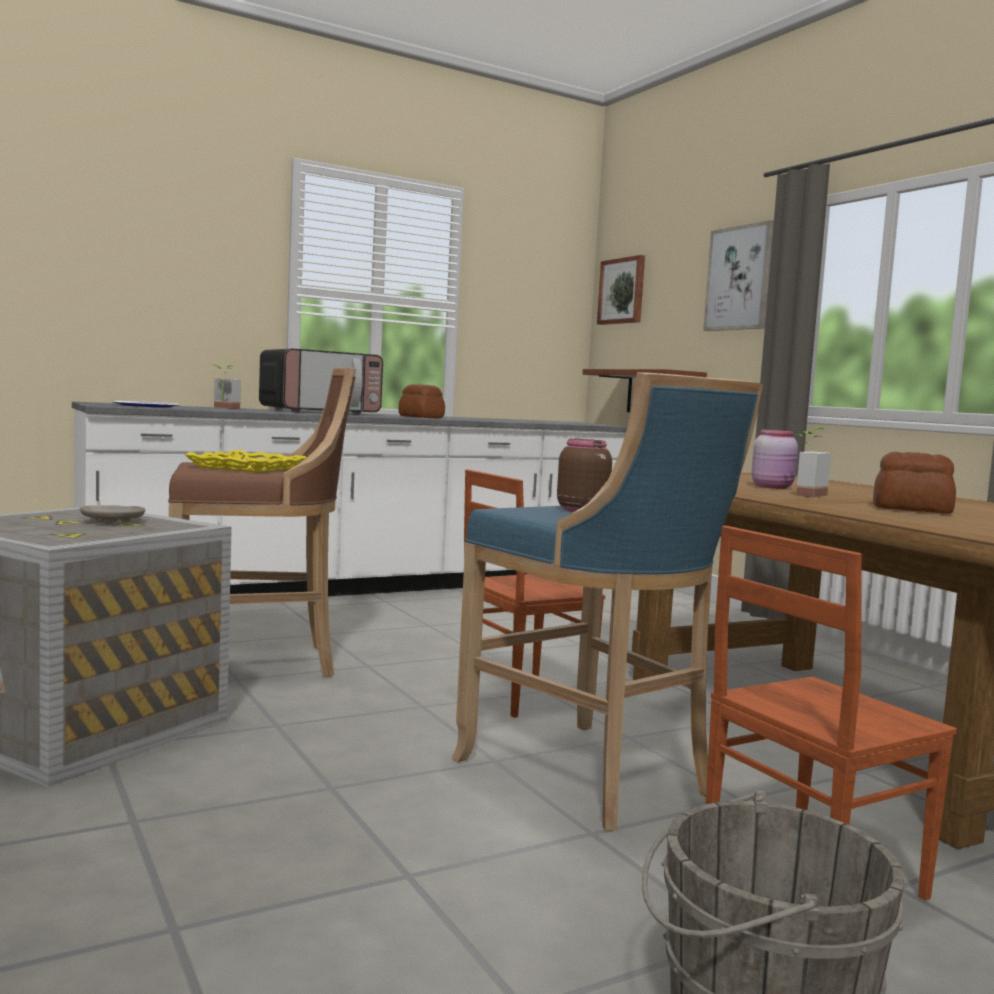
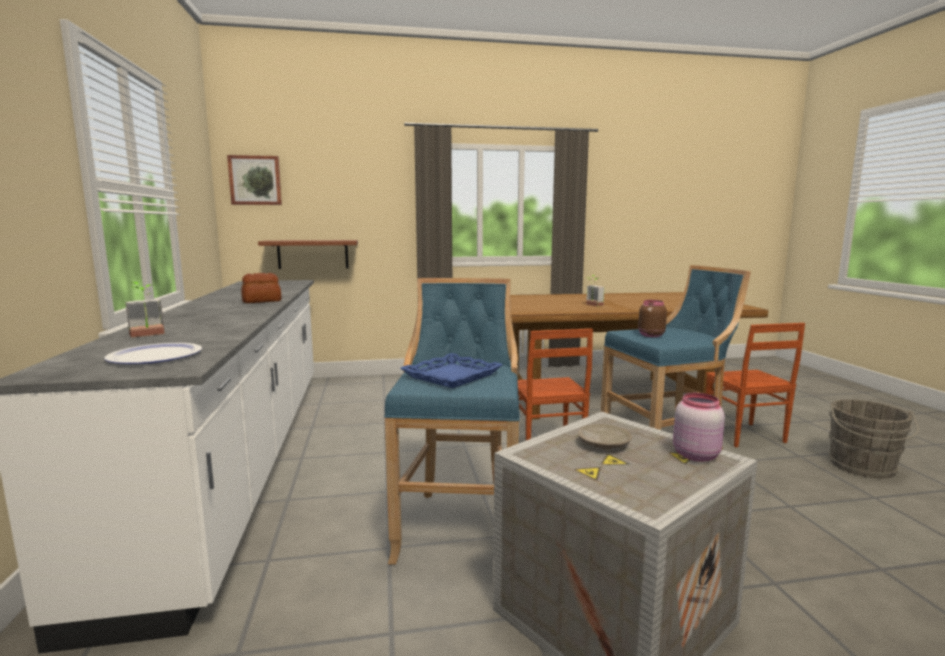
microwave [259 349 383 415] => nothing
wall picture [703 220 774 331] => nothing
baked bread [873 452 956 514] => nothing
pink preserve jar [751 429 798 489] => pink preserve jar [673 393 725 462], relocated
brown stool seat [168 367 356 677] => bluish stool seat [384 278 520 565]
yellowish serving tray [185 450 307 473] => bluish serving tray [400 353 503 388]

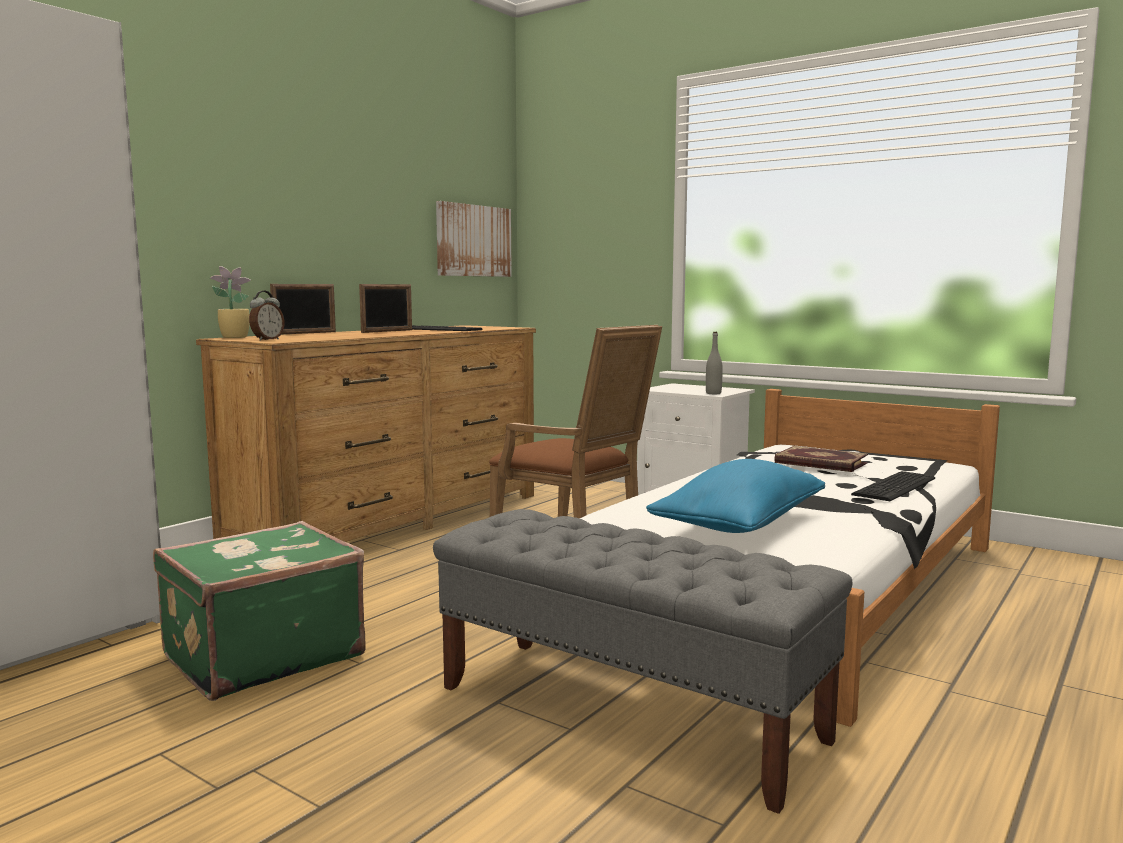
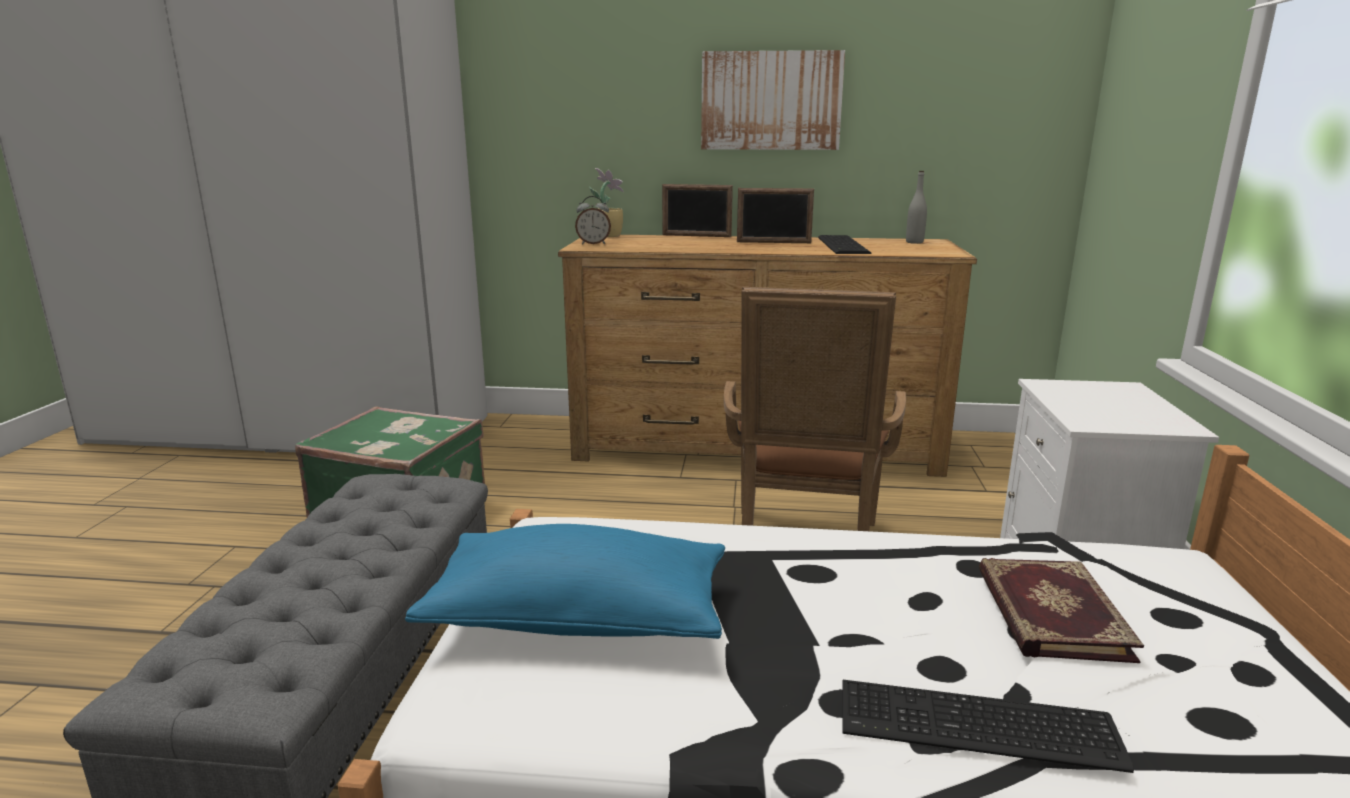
wall picture [436 201 512 277] => wall picture [701 50 845 150], relocated
gray bottle [706 332 723 394] => gray bottle [906 171 927 244], relocated

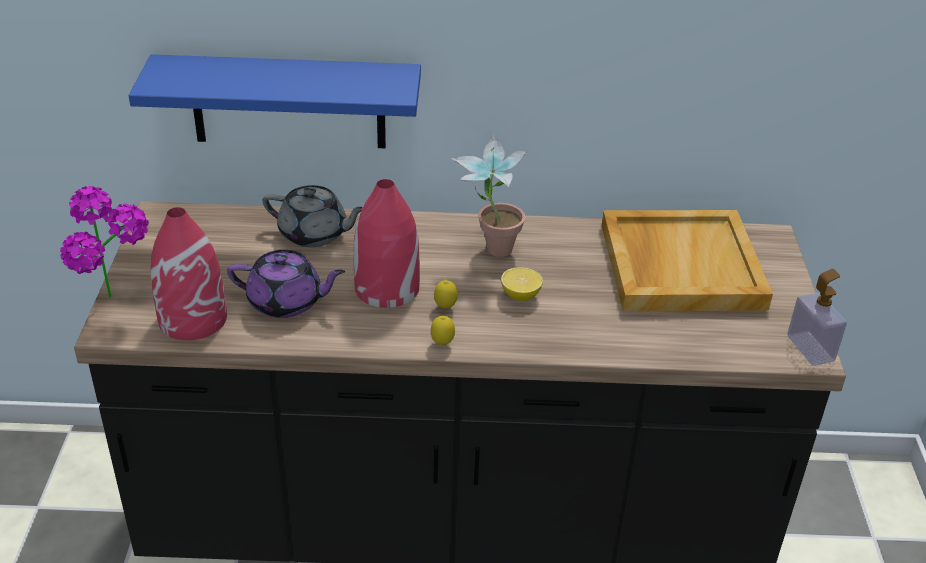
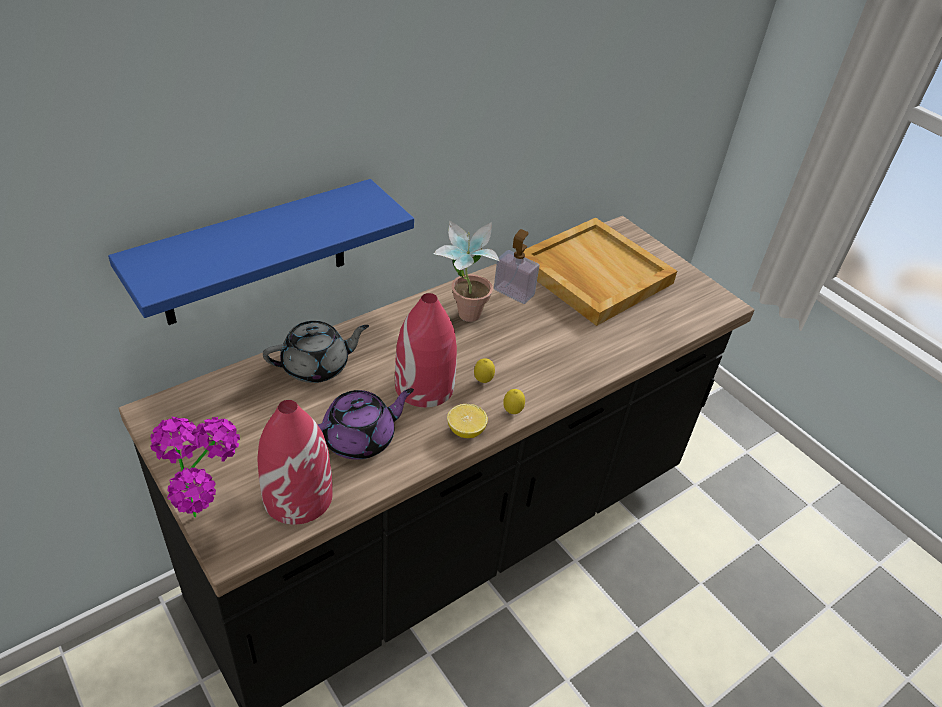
citrus fruit [501 267 543 301] => citrus fruit [447 404 488 438], relocated
soap dispenser [787 269 847 366] => soap dispenser [494 229 539 304], relocated

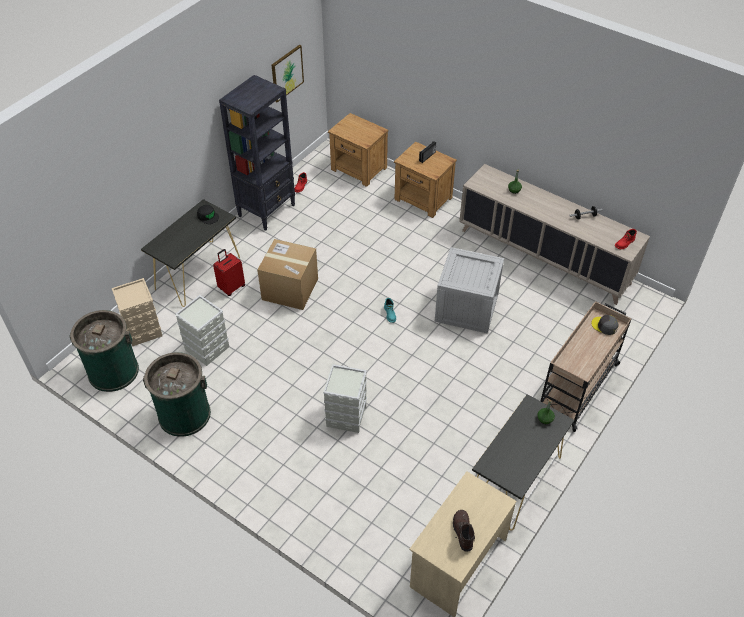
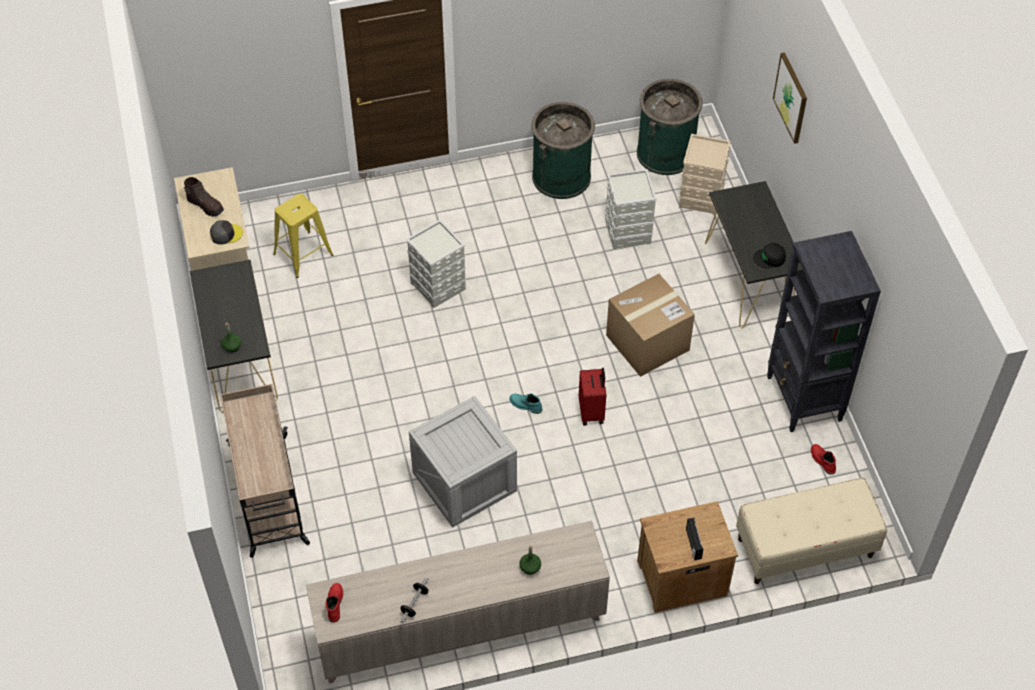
nothing => yellowish stool seat [273 194 334 278]
red travel case [213 249 245 296] => red travel case [579 368 606 426], relocated
wall picture [272 45 304 102] => wall picture [773 52 807 144], relocated
gray peaked cap [591 315 619 335] => gray peaked cap [210 220 243 245], relocated
brown nightstand [328 113 389 187] => beige bench [736 478 887 584]

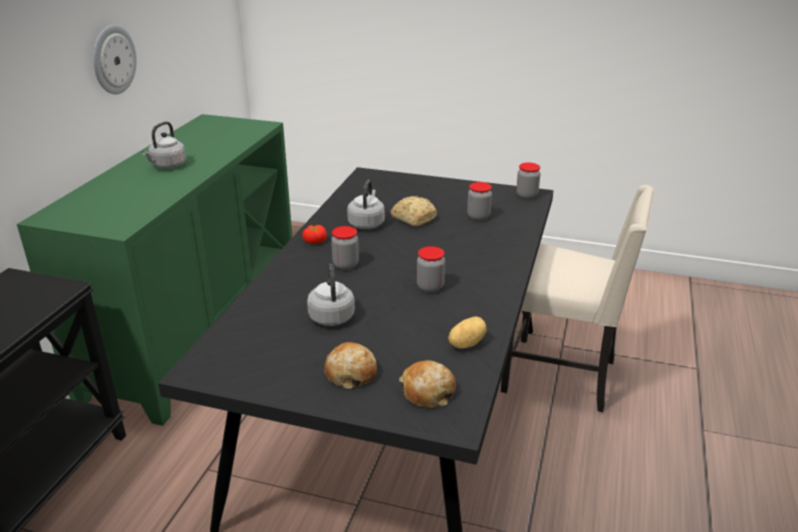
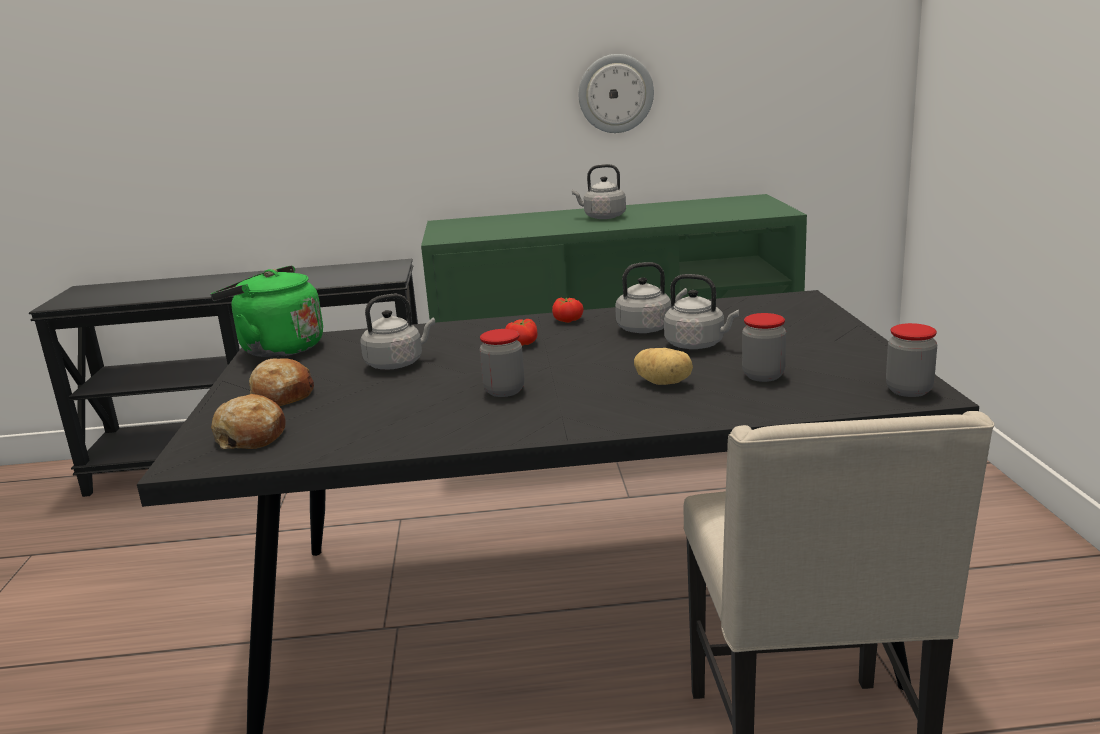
nothing => greenish water kettle [211 265 323 357]
whole potato [448 316 486 349] => whole potato [634 348 693 385], relocated
preserve jar [331 226 359 270] => whole tomato [505 319 538 346]
baked bread [391 196 437 227] => gray water kettle [664 274 739 349]

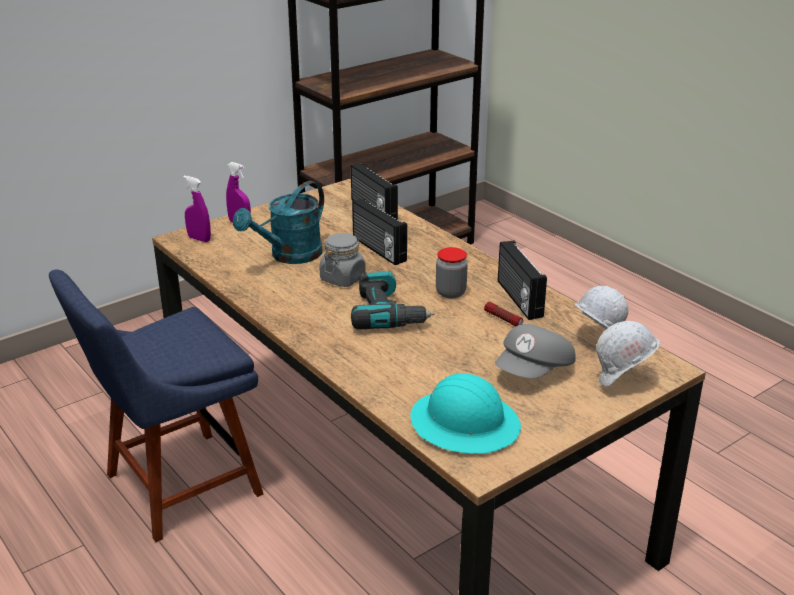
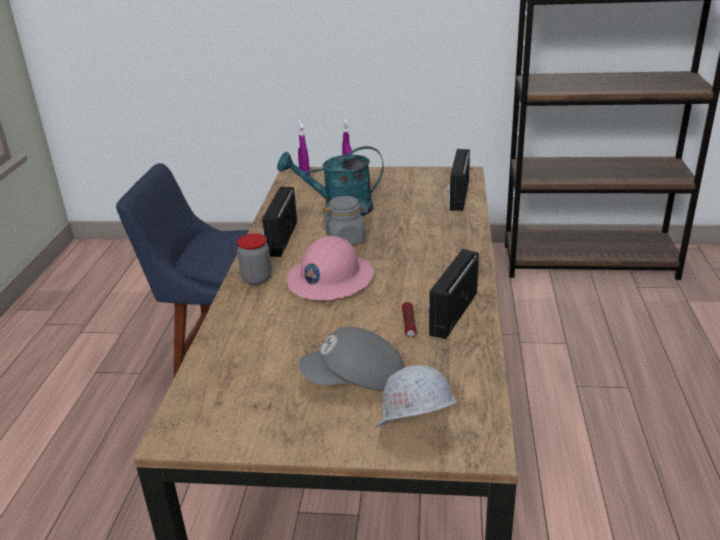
turquoise hard hat [410 373 521 454] => nothing
white hard hat [575 286 628 329] => nothing
radio set [352 198 407 265] => radio set [262 187 297 257], relocated
preserve jar [436 247 468 298] => preserve jar [237 233 272 285], relocated
electric drill [351 271 435 329] => pink hard hat [287 236 374 300]

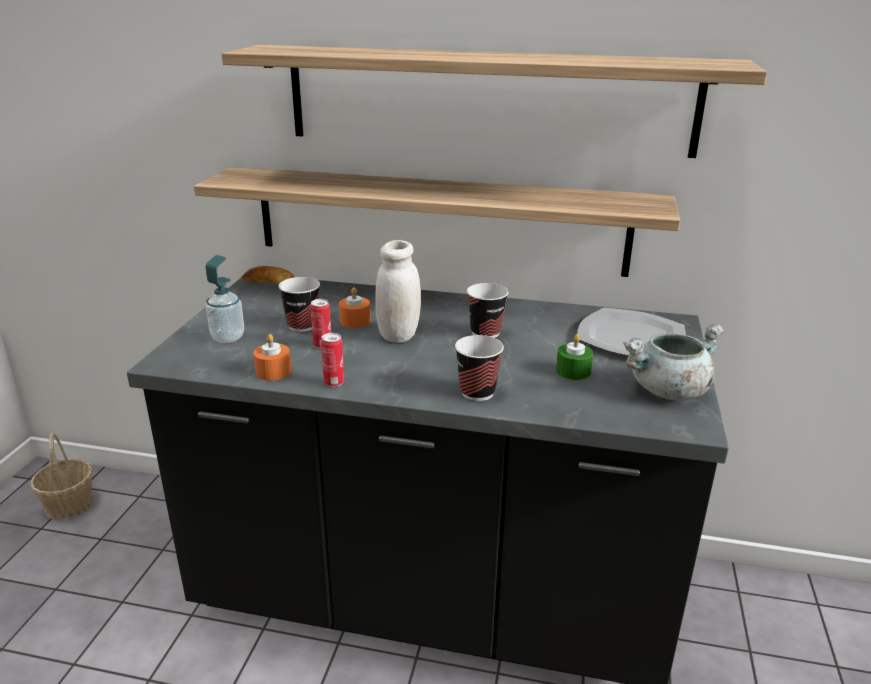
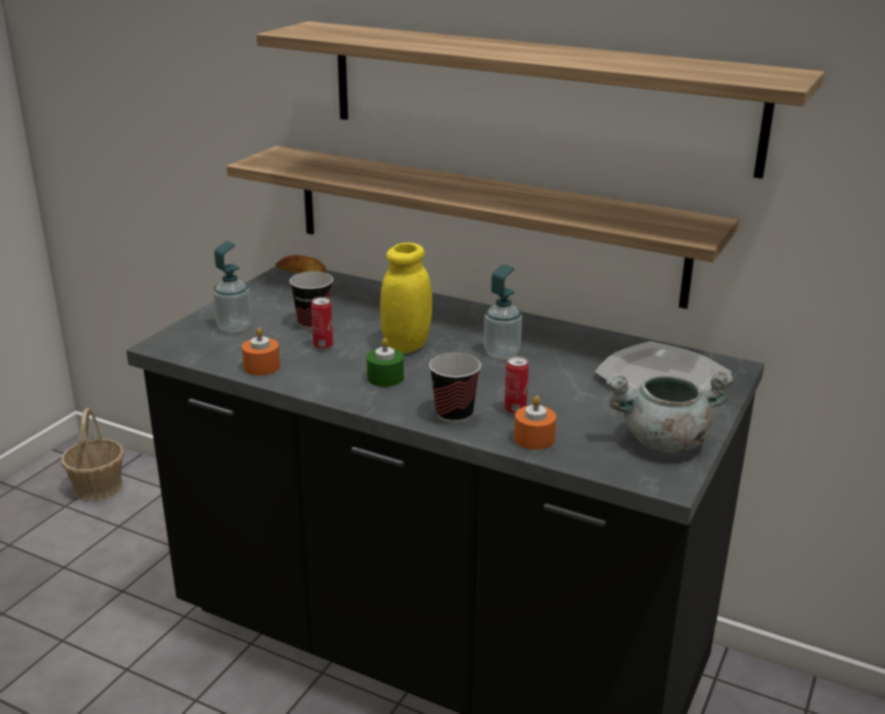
metal can [321 333 344 387] => metal can [504 356 529 415], relocated
orange candle [339 287 370 328] => orange candle [514 396 556 450], relocated
greenish candle [556 334 593 380] => greenish candle [367 338 404 387], relocated
drinking cup [467 283 509 338] => soap dispenser [484 264 522 359]
white preserve jar [375 240 421 343] => yellowish preserve jar [380 243 432 353]

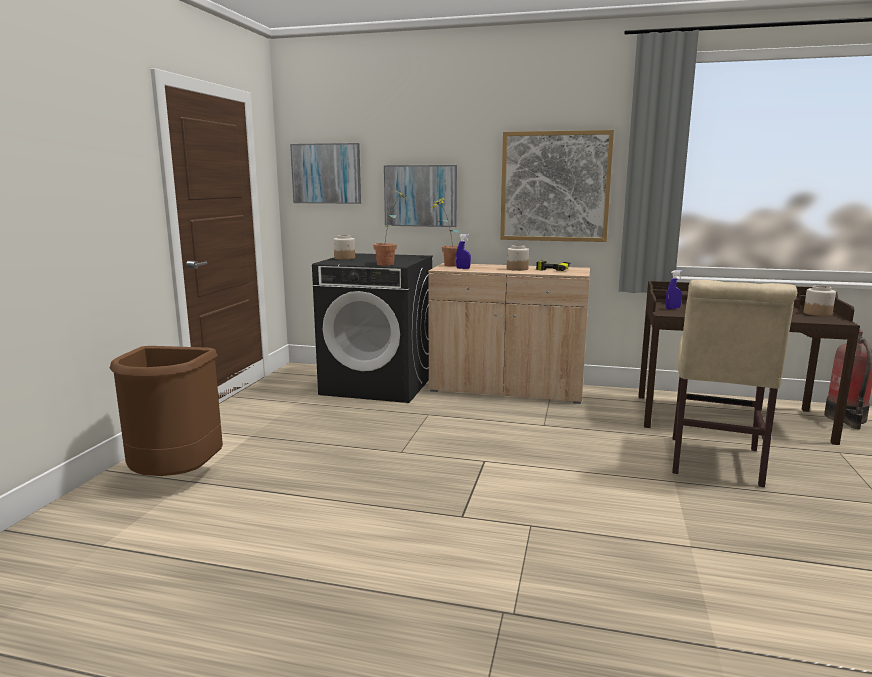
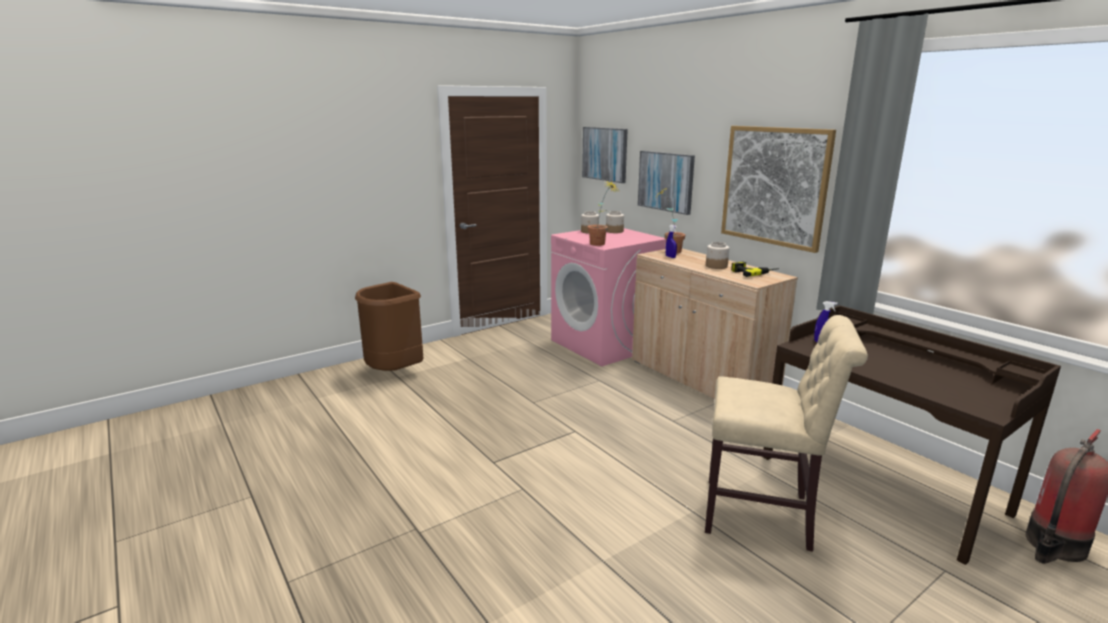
preserve jar [804 285 836 316] => preserve jar [606 211 624 233], relocated
black laundry appliance [312 253 433 403] => pink laundry appliance [551 228 666 366]
beige chair [672 280 797 487] => beige chair [705 315 868 552], 135 degrees counterclockwise

